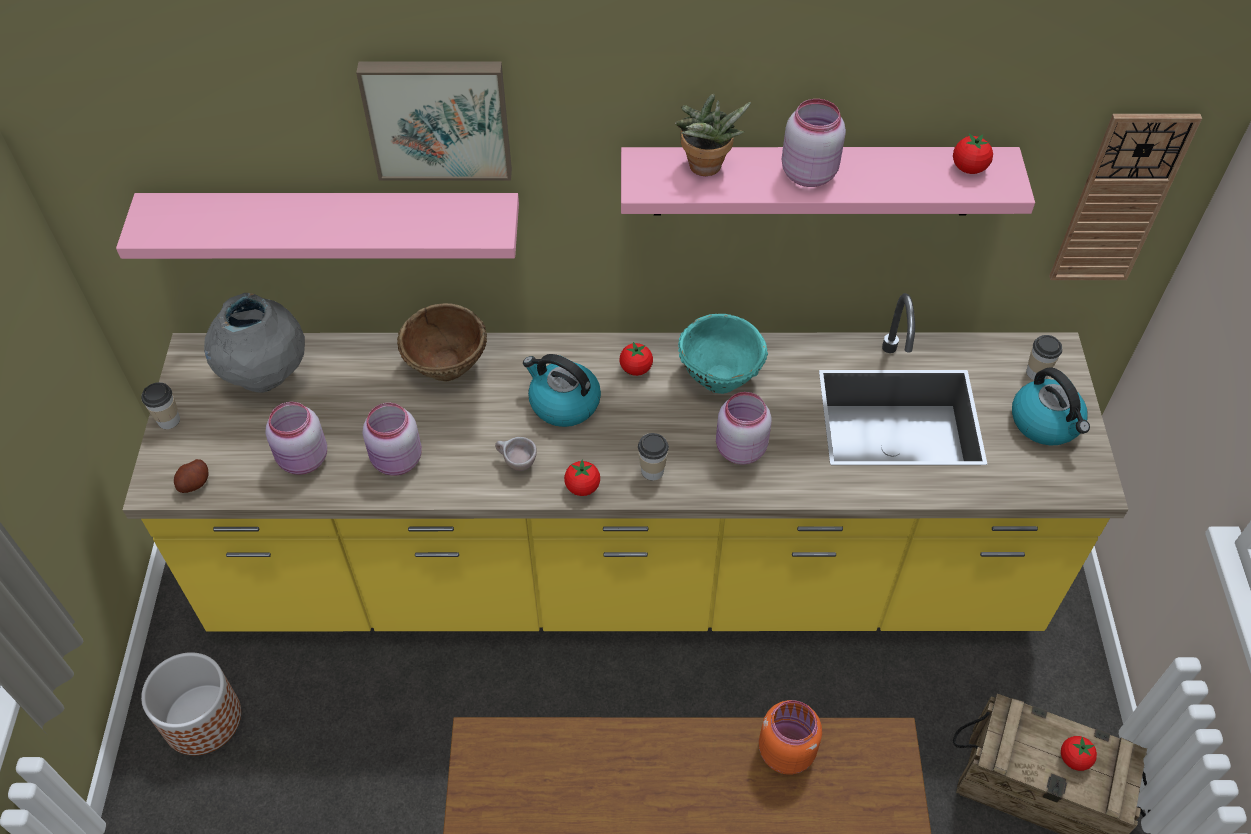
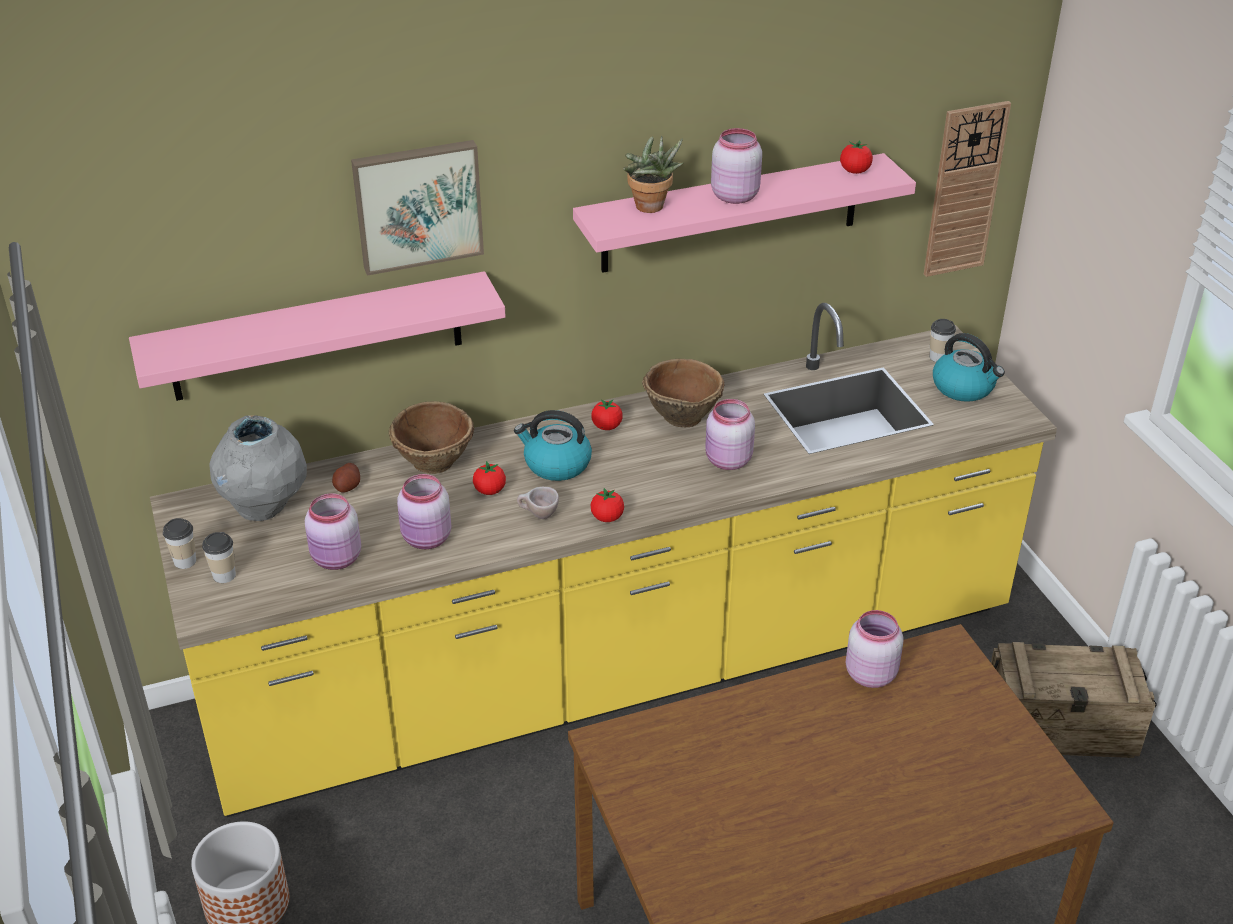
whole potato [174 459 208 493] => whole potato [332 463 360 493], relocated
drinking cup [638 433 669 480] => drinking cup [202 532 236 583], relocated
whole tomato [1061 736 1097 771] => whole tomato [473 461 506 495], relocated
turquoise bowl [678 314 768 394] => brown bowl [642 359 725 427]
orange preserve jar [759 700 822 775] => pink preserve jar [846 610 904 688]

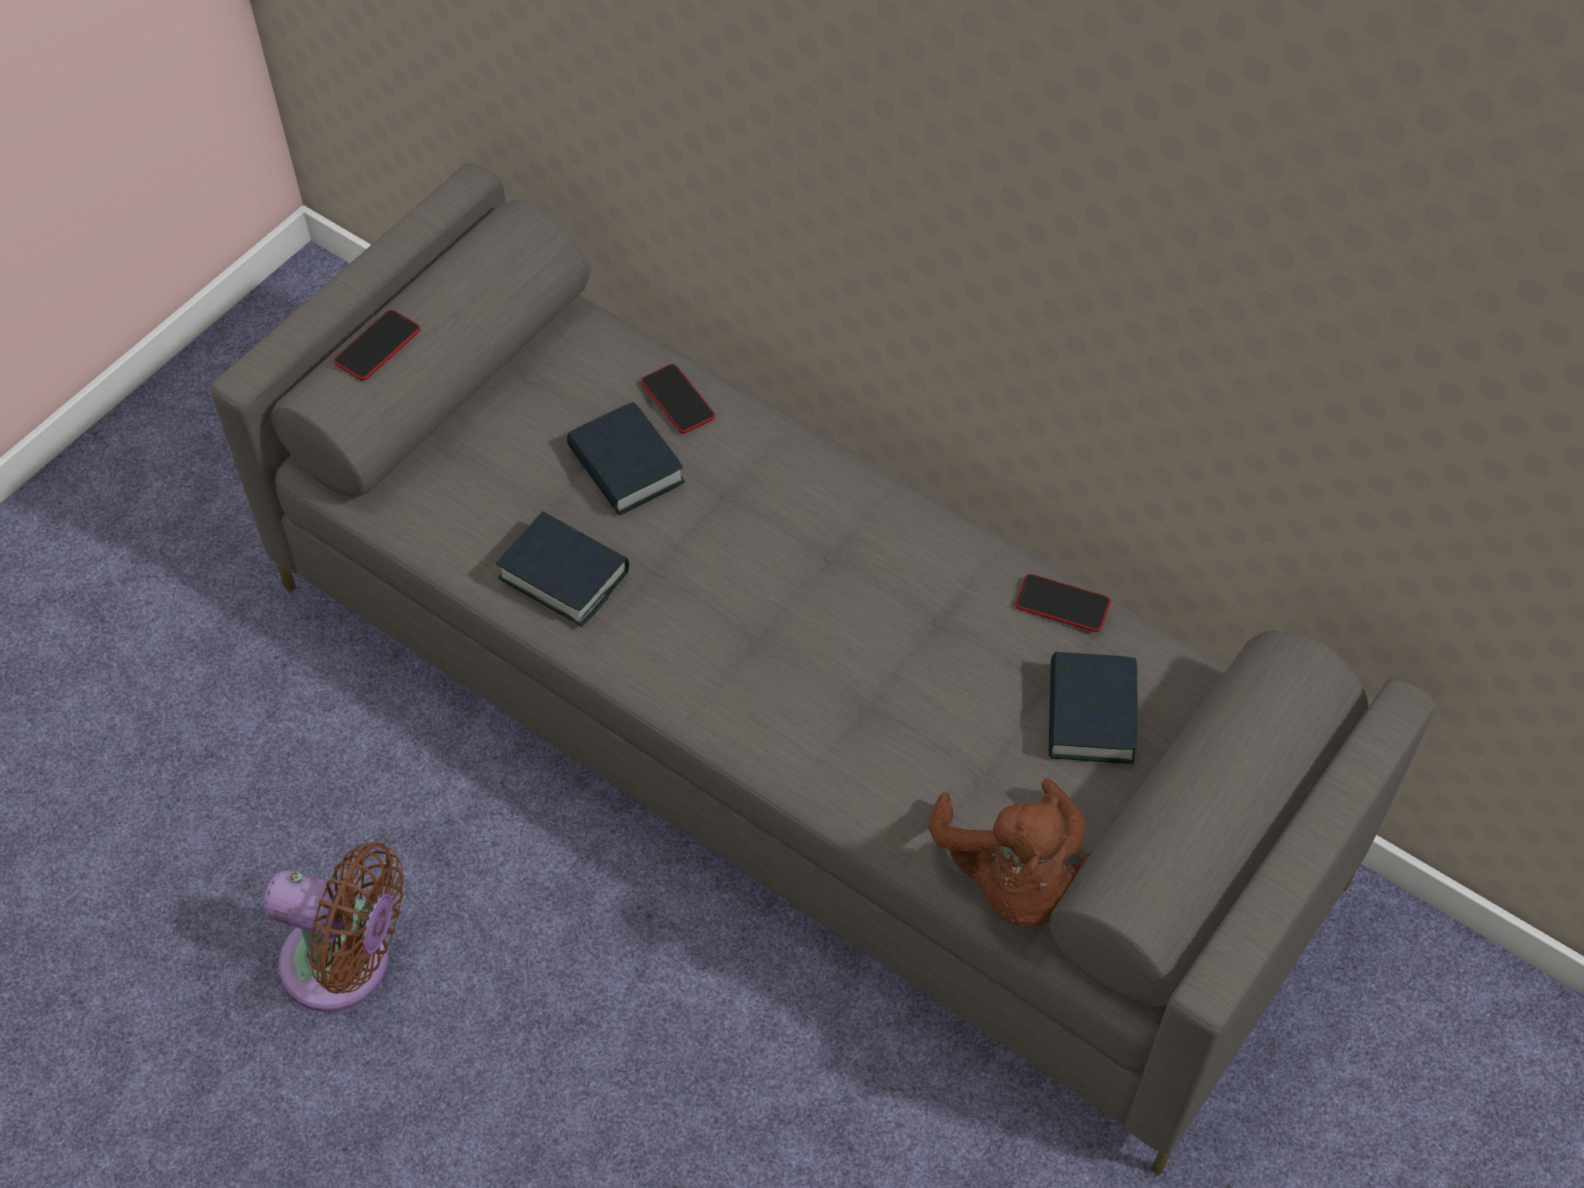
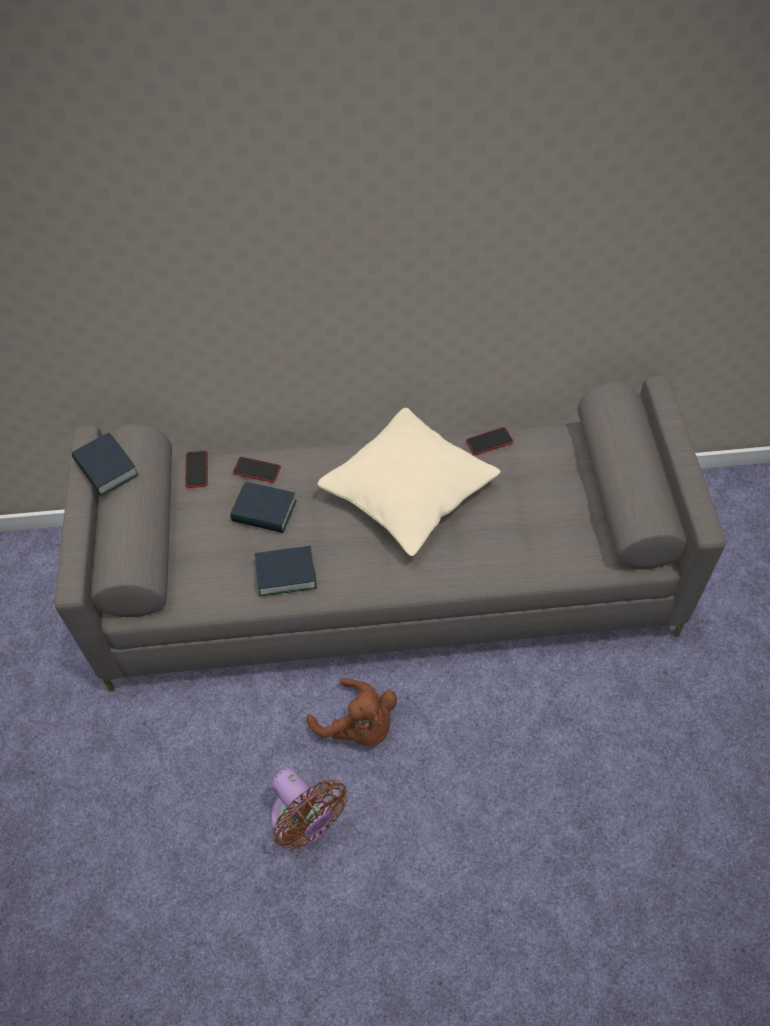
nothing => beige cushion [317 408 501 556]
handset [334 310 420 381] => handset [185 451 208 488], relocated
brown soft toy [929 778 1092 927] => brown soft toy [306 678 397 746], relocated
volume [1049 652 1137 764] => volume [72 433 139 496], relocated
brown fan [263 842 404 1012] => brown fan [271 767 348 850], 75 degrees clockwise

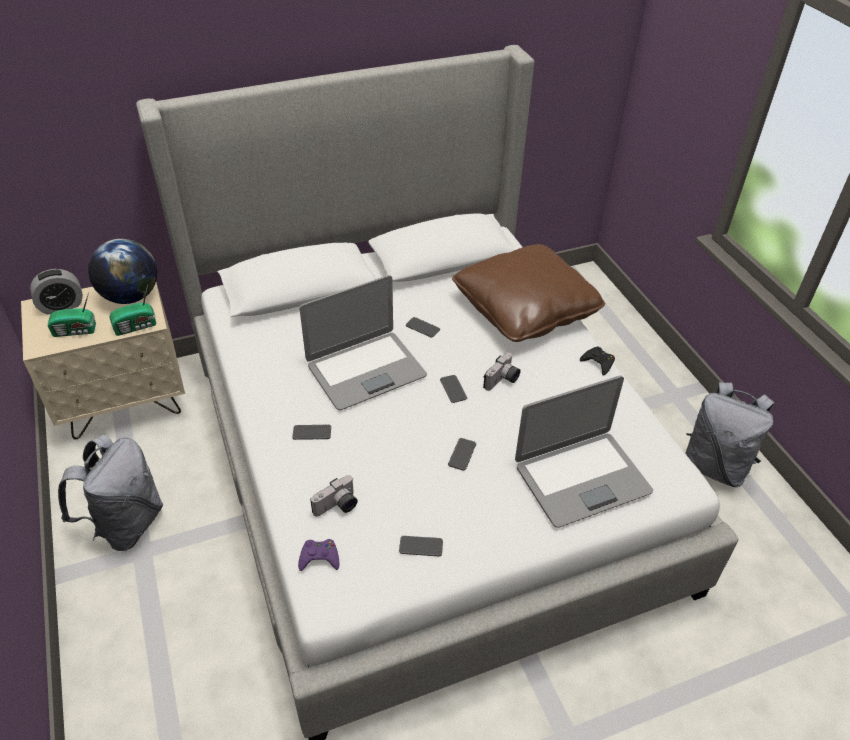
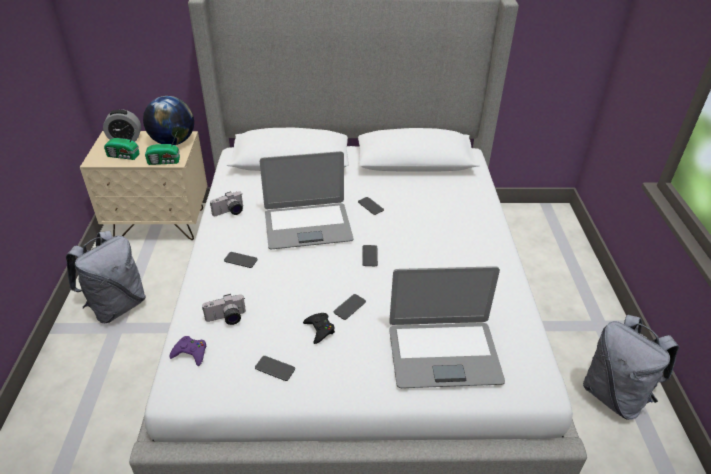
brown cushion [452 244 605 342] => nothing
photo camera [483 353 521 391] => photo camera [210 191 243 216], relocated
black joypad [580 346 615 376] => black joypad [303 313 335 344], relocated

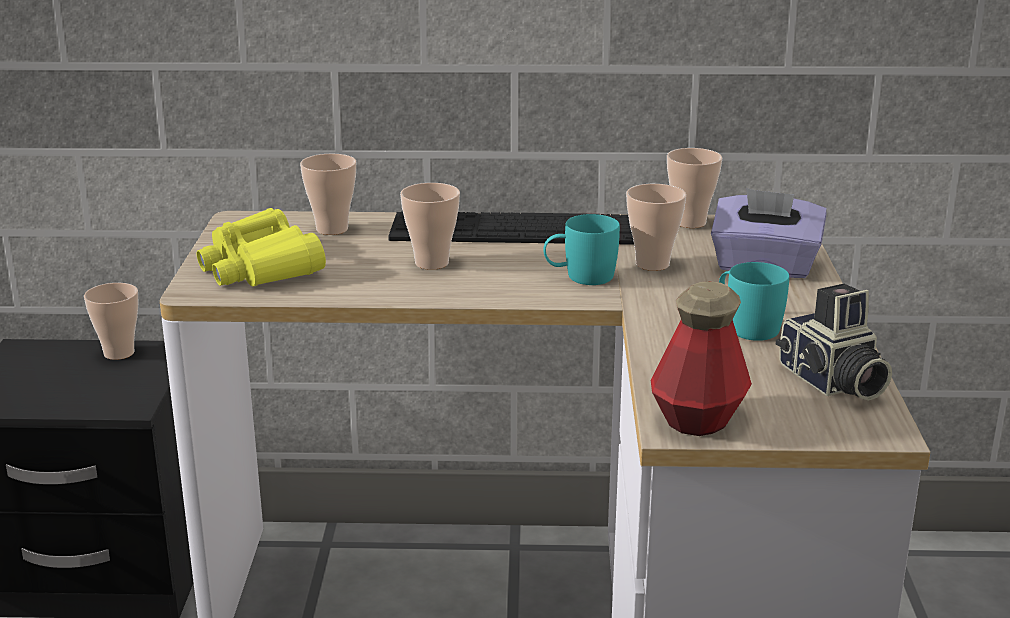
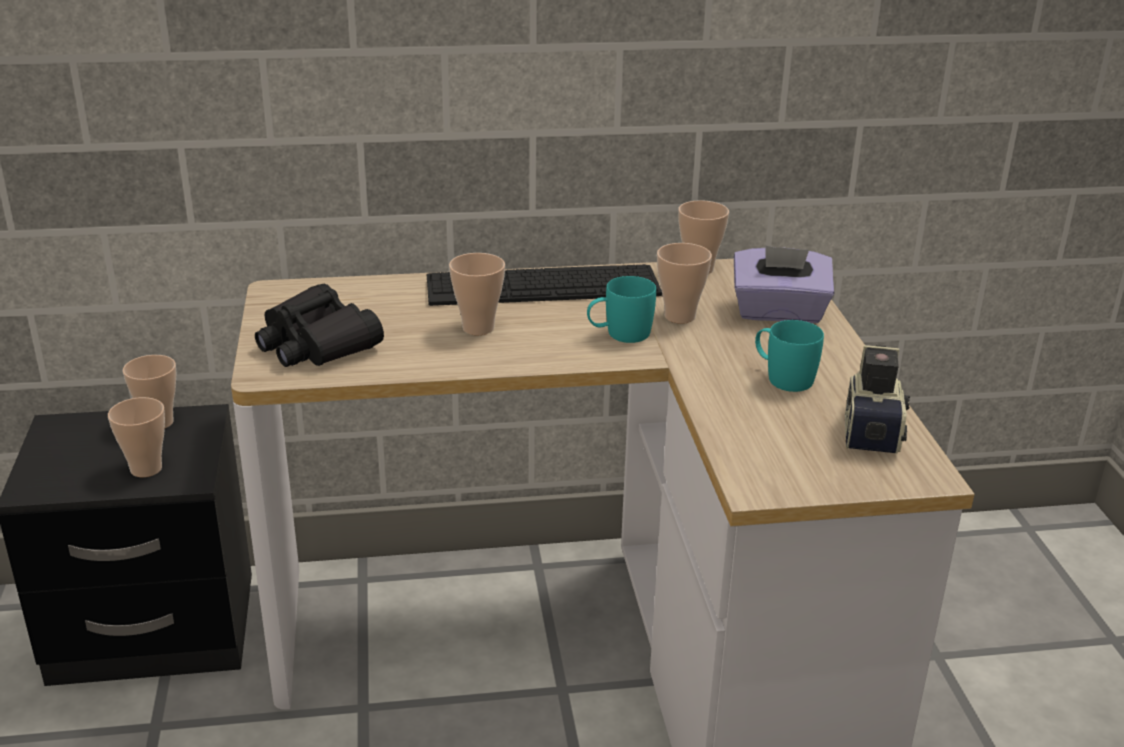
bottle [651 281 752 436] => nothing
drinking cup [300 154 356 235] => drinking cup [108 397 165 477], relocated
yellowish pair of binoculars [197 208 326 287] => black pair of binoculars [255 284 384 367]
photo camera [776 284 892 401] => photo camera [845 345 910 453], 135 degrees counterclockwise

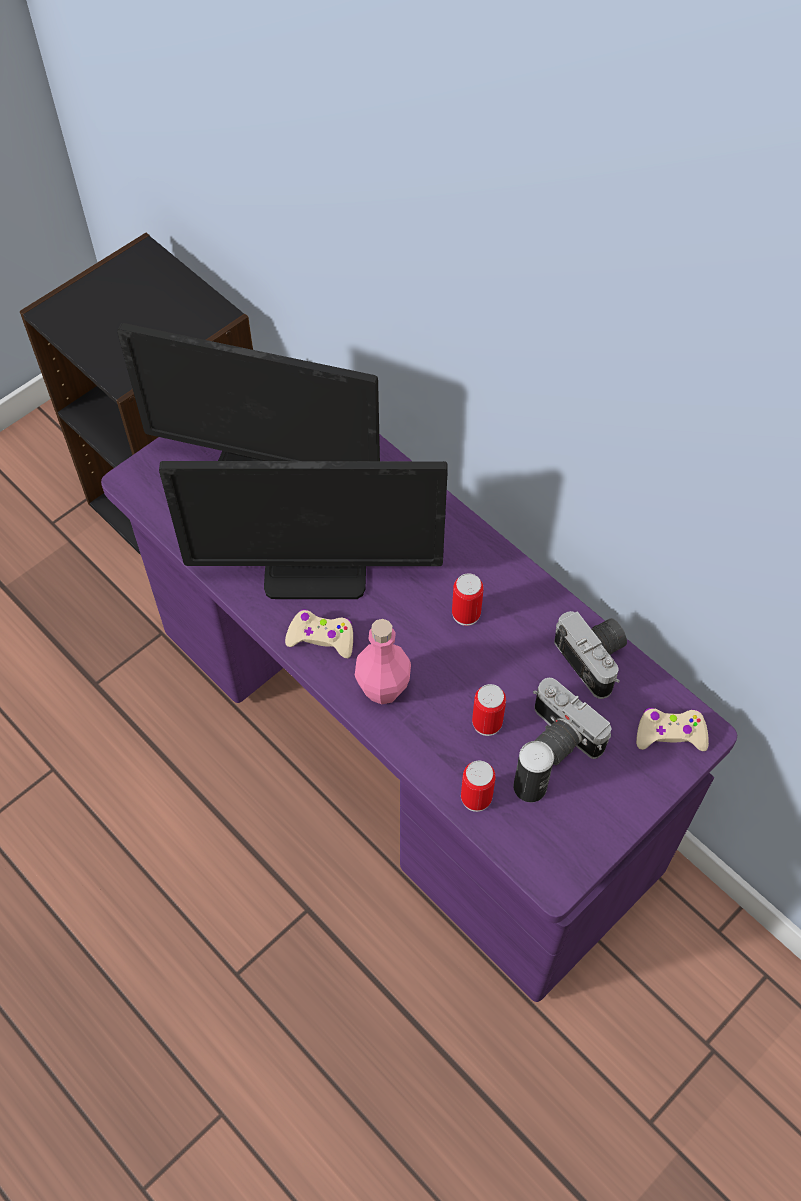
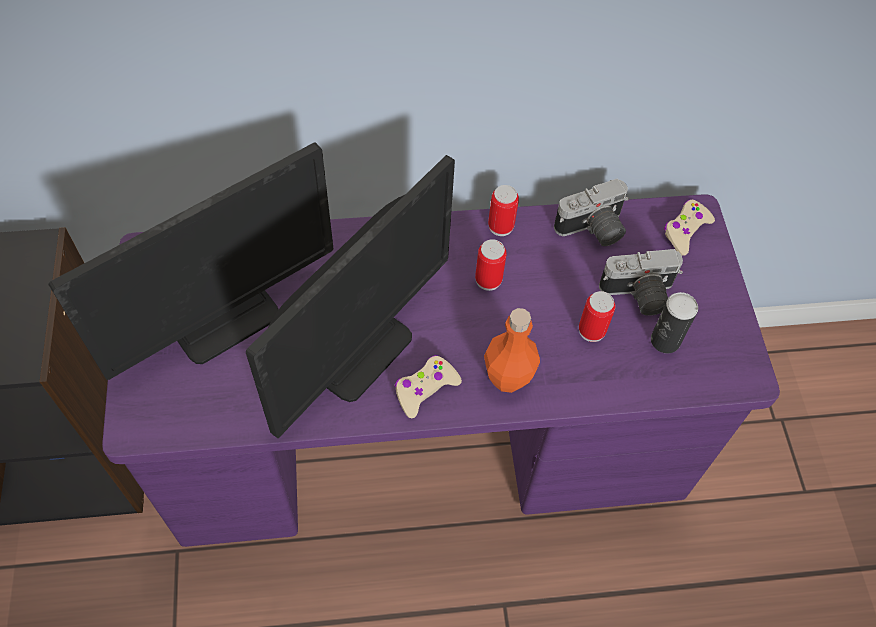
metal can [461 761 496 812] => metal can [488 185 519 236], relocated
pink bottle [355 619 411 705] => orange bottle [484 308 540 393]
photo camera [554 611 627 699] => photo camera [554 178 629 246], 150 degrees clockwise

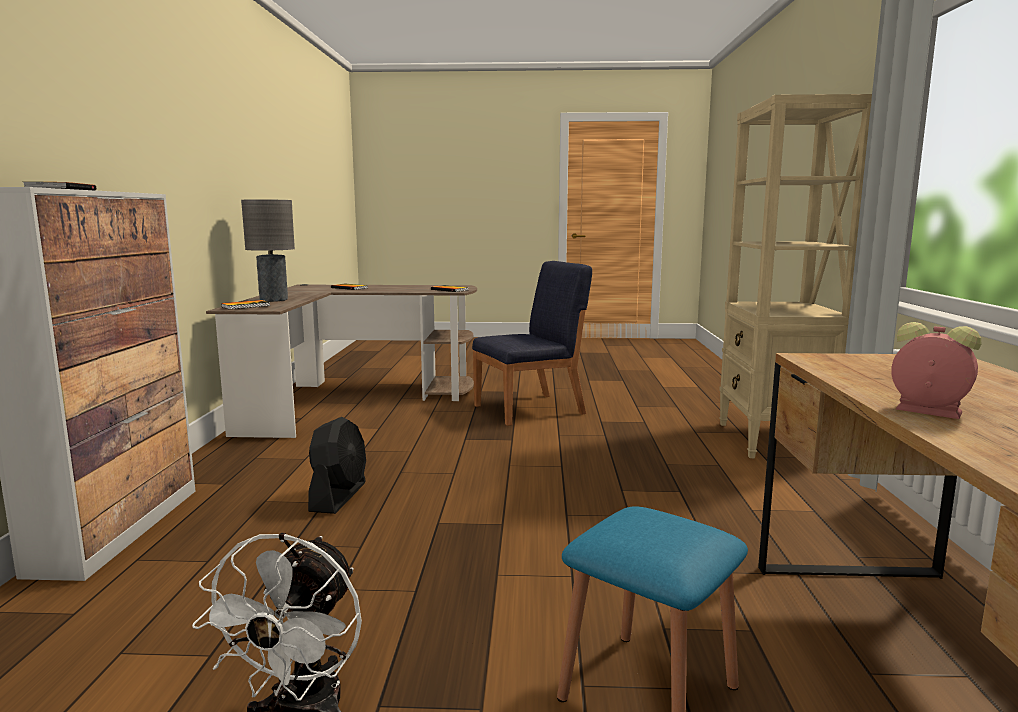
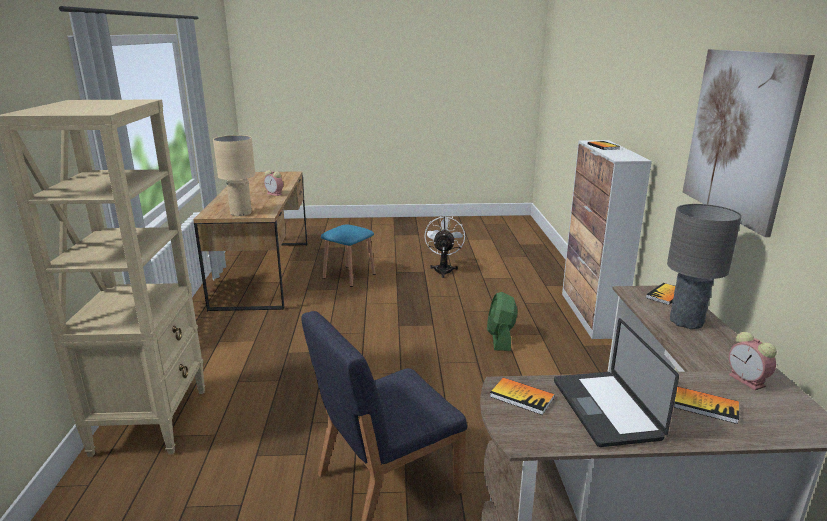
nothing => beige tabletop lamp [213 135 255 216]
nothing => laptop [554 318 679 447]
nothing => wall picture [683 49 815 237]
nothing => alarm clock [729 332 777 390]
black fan [308 417 366 514] => greenish fan [487 292 518 351]

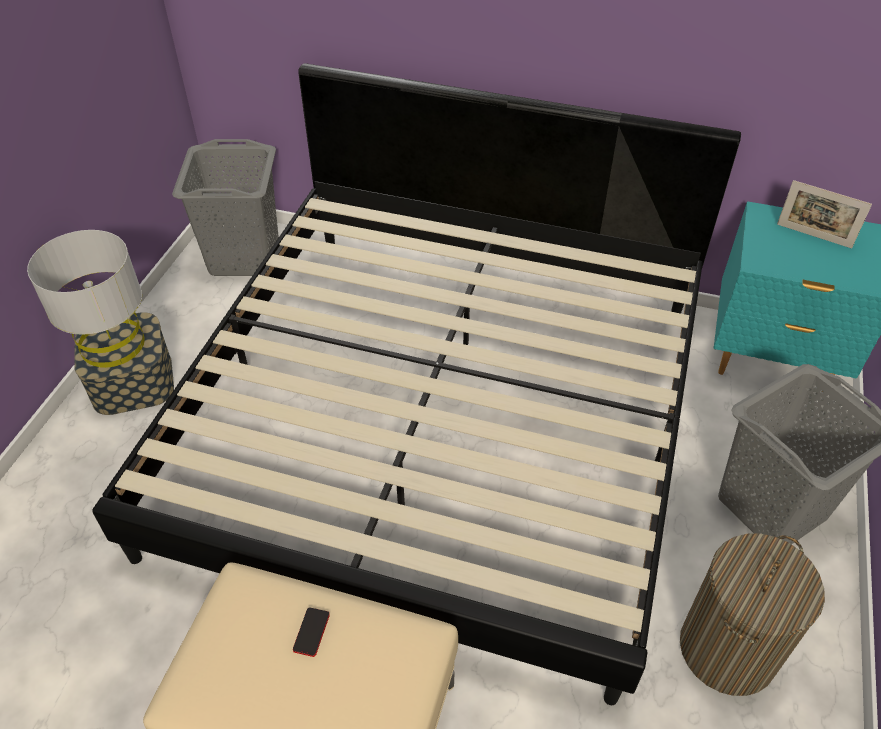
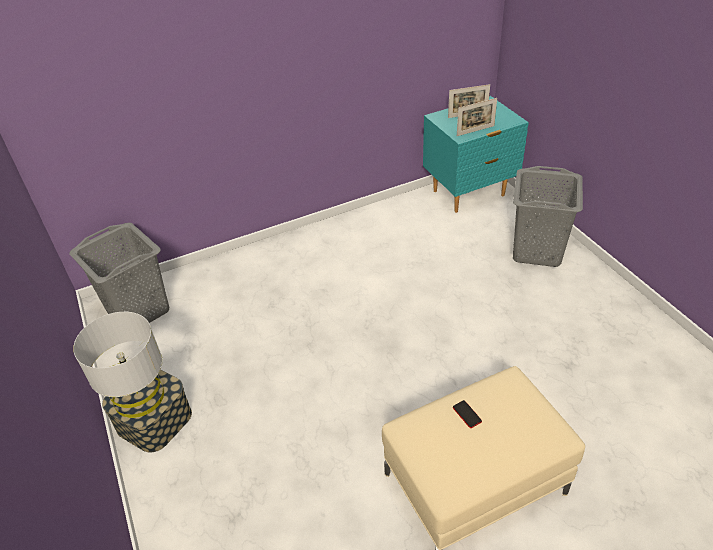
bedroom bed [92 63 741 705] => nothing
hamper [680 534 825 696] => nothing
nothing => standing frame [457 98 497 136]

